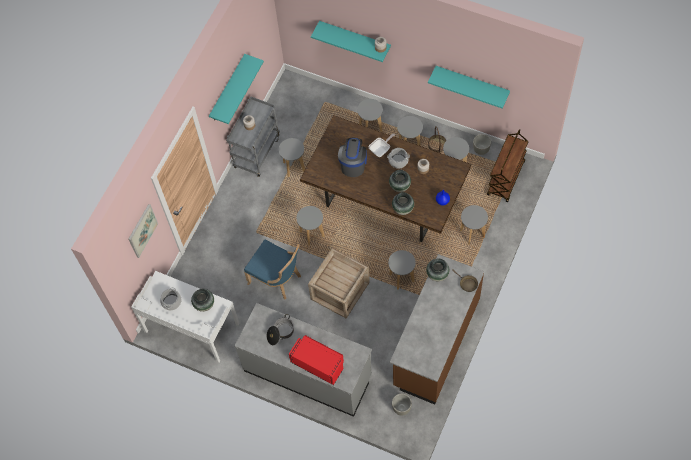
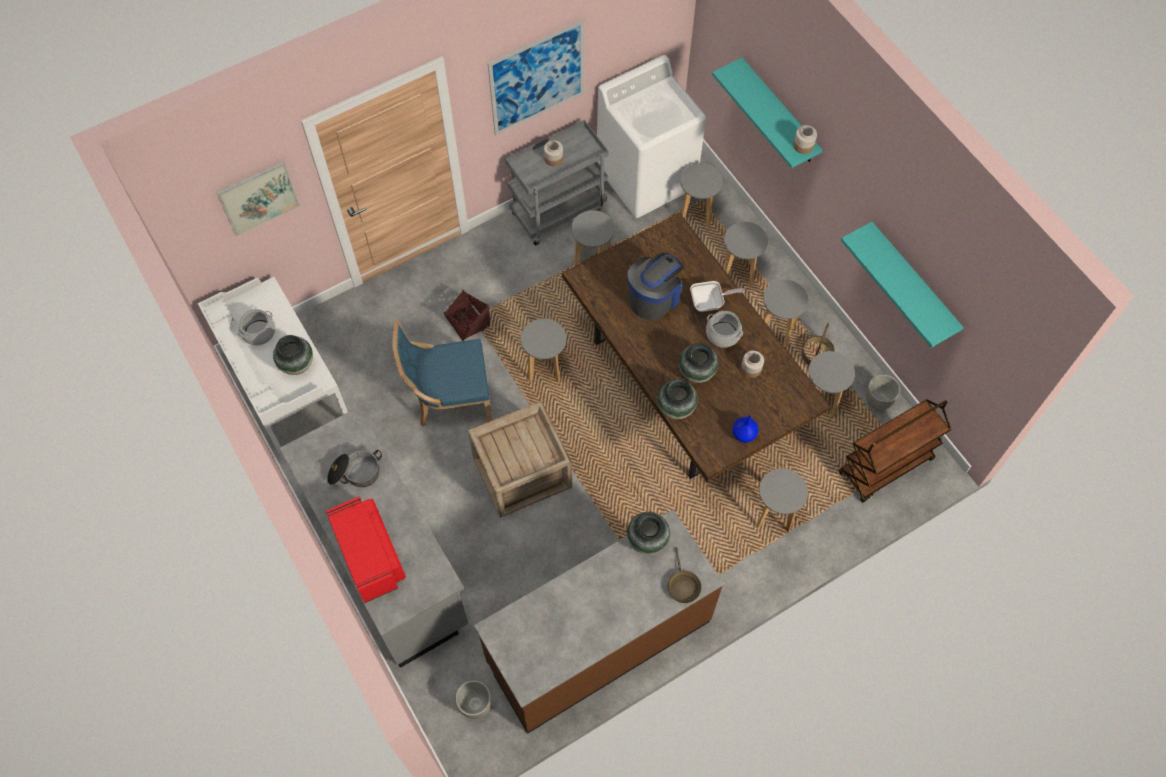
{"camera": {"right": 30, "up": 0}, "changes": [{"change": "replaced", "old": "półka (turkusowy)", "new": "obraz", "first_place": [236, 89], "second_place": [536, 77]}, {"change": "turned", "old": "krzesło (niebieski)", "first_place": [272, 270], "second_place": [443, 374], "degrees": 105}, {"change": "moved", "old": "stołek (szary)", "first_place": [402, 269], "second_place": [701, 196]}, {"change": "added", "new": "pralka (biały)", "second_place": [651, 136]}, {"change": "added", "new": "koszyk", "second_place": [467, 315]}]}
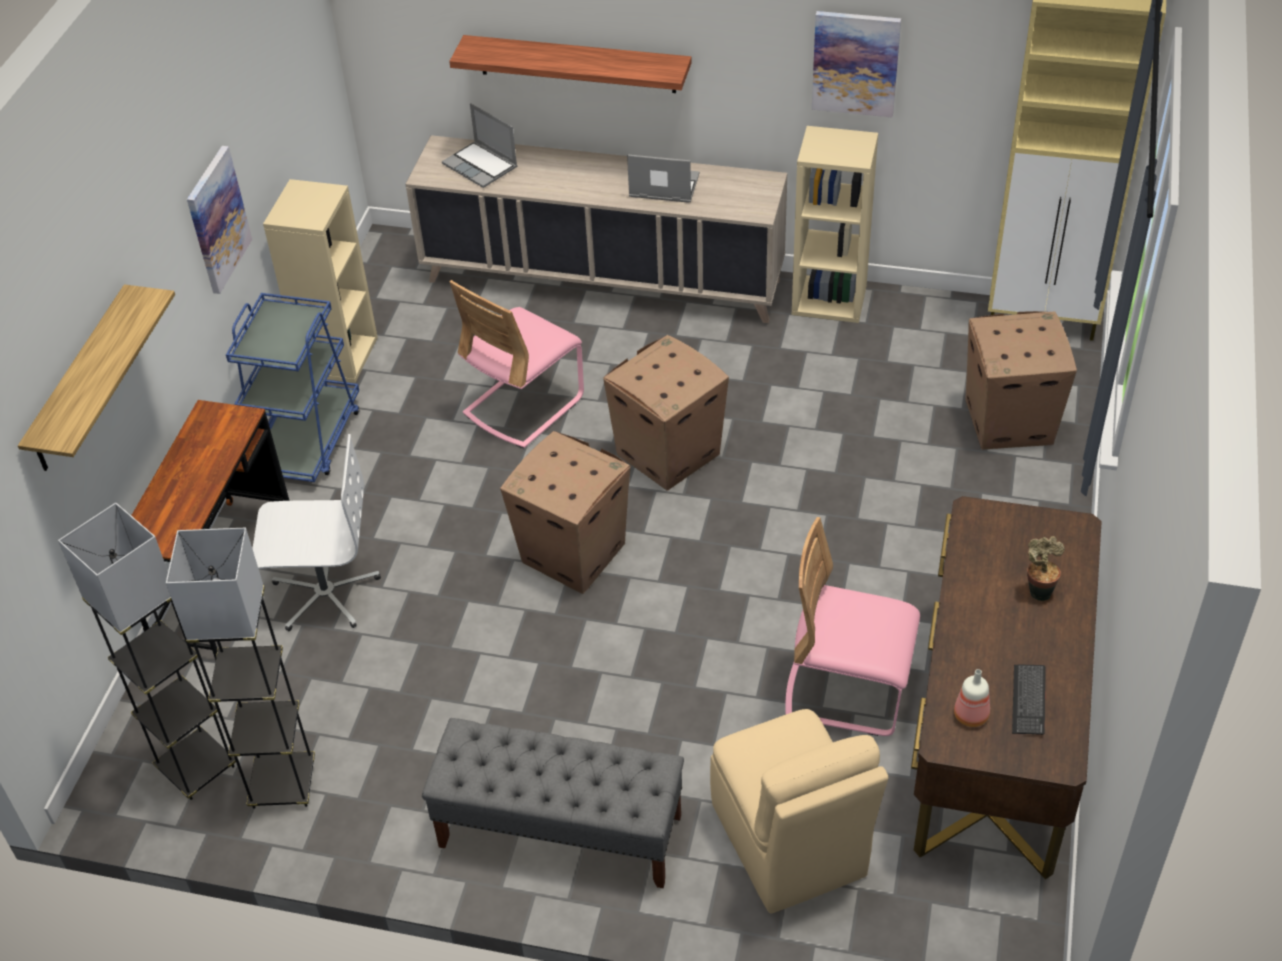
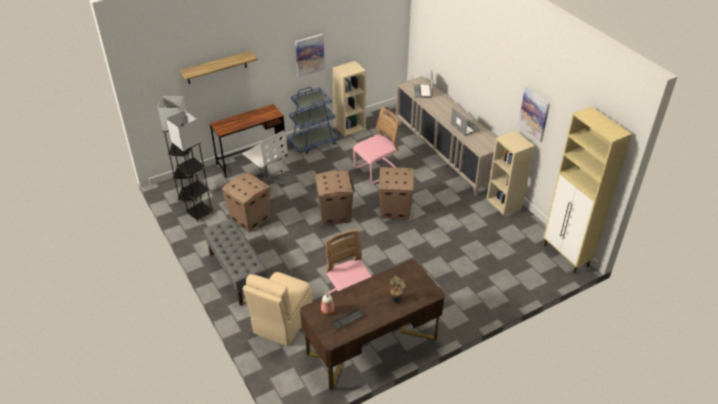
{"camera": {"right": 45, "up": -5}, "changes": [{"change": "removed", "old": "półka", "first_place": [570, 64]}, {"change": "turned", "old": "krzesło (różowy)", "first_place": [516, 364], "second_place": [376, 145], "degrees": 150}, {"change": "moved", "old": "karton", "first_place": [1021, 380], "second_place": [246, 202]}]}
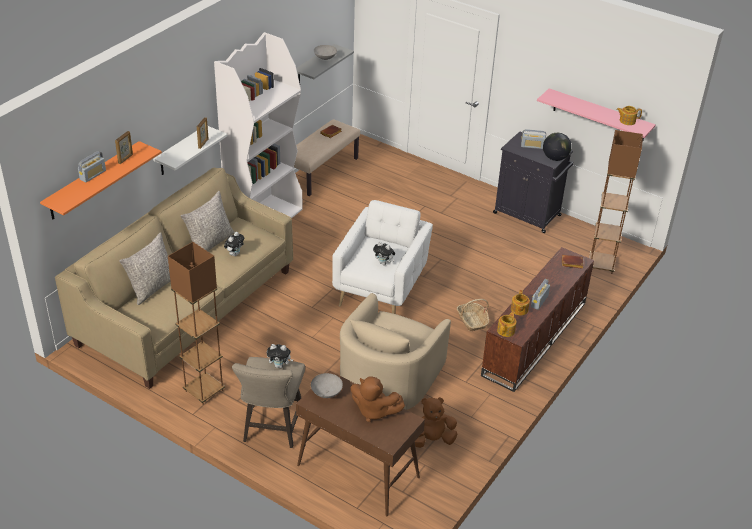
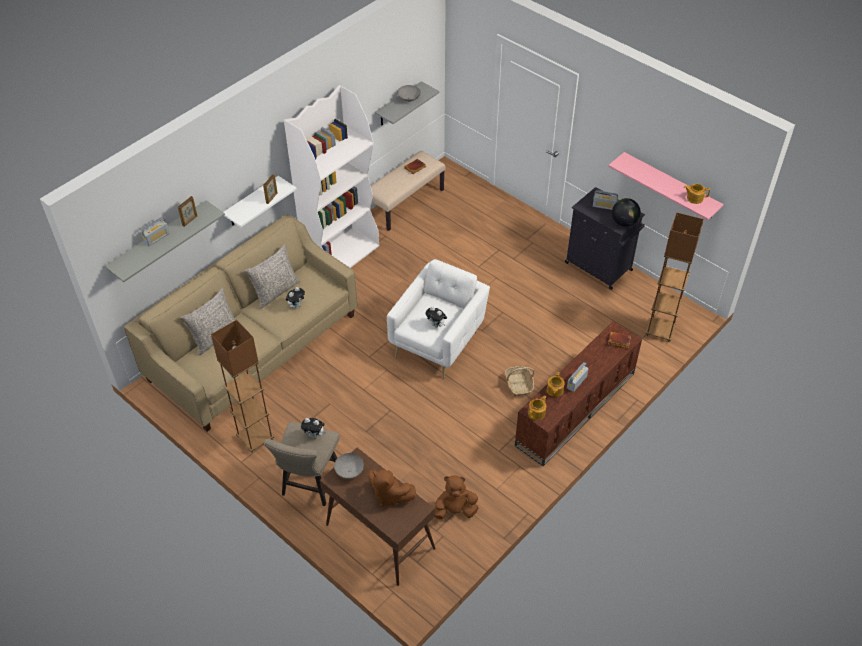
{"camera": {"right": 10, "up": 10}, "changes": [{"change": "recoloured", "old": "półka (pomarańczowy)", "new": "półka (szary)", "first_place": [101, 180], "second_place": [165, 241]}, {"change": "removed", "old": "fotel (beżowy)", "first_place": [395, 351]}]}
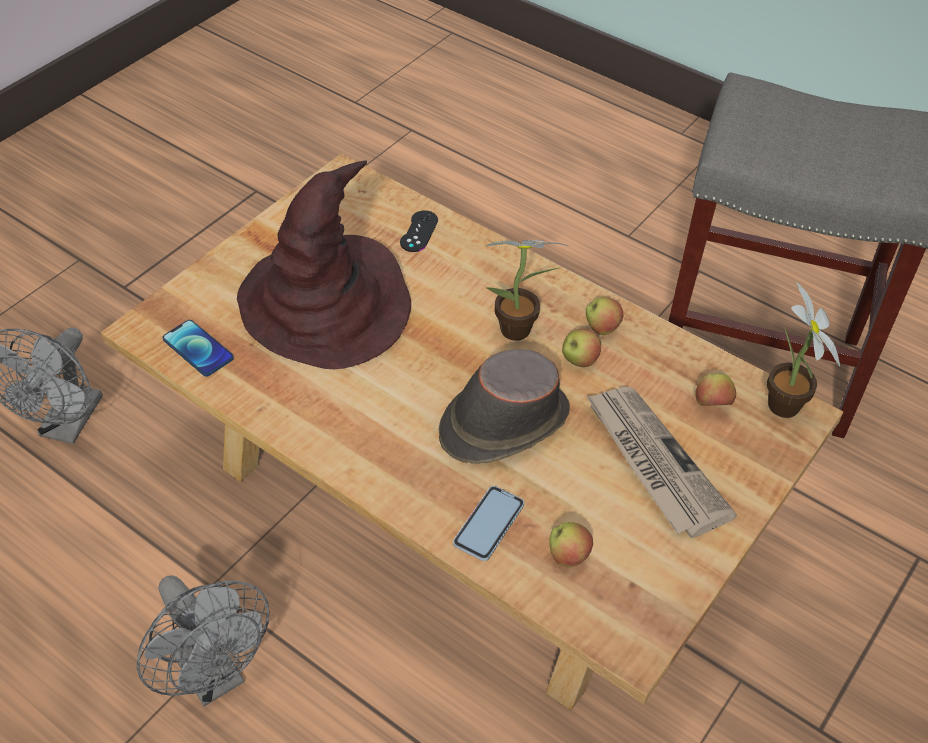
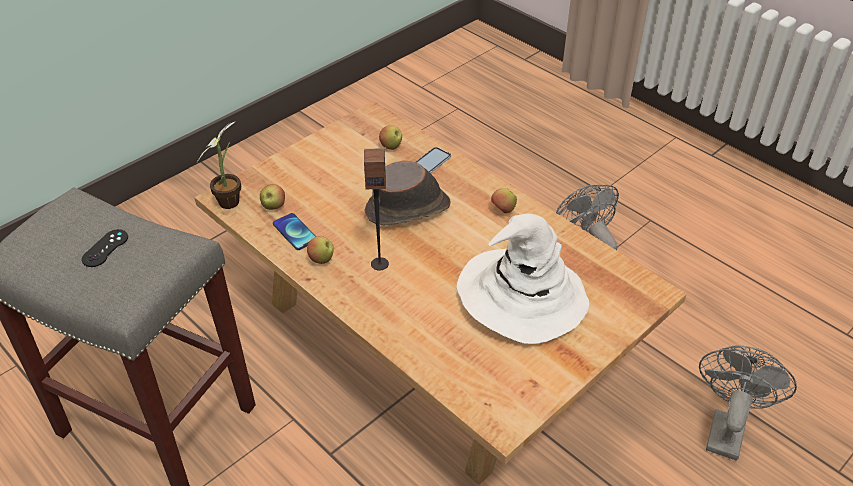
{"camera": {"right": -170, "up": -5}, "changes": [{"change": "recoloured", "old": "kapelusz (brązowy)", "new": "kapelusz (biały)", "first_place": [324, 264], "second_place": [522, 278]}, {"change": "moved", "old": "pad do gier (czarny)", "first_place": [419, 231], "second_place": [105, 248]}, {"change": "replaced", "old": "roślina doniczkowa", "new": "głośnik", "first_place": [528, 290], "second_place": [376, 209]}, {"change": "moved", "old": "telefon", "first_place": [198, 348], "second_place": [295, 231]}, {"change": "moved", "old": "jabłko", "first_place": [581, 348], "second_place": [504, 201]}, {"change": "removed", "old": "gazeta", "first_place": [661, 462]}]}
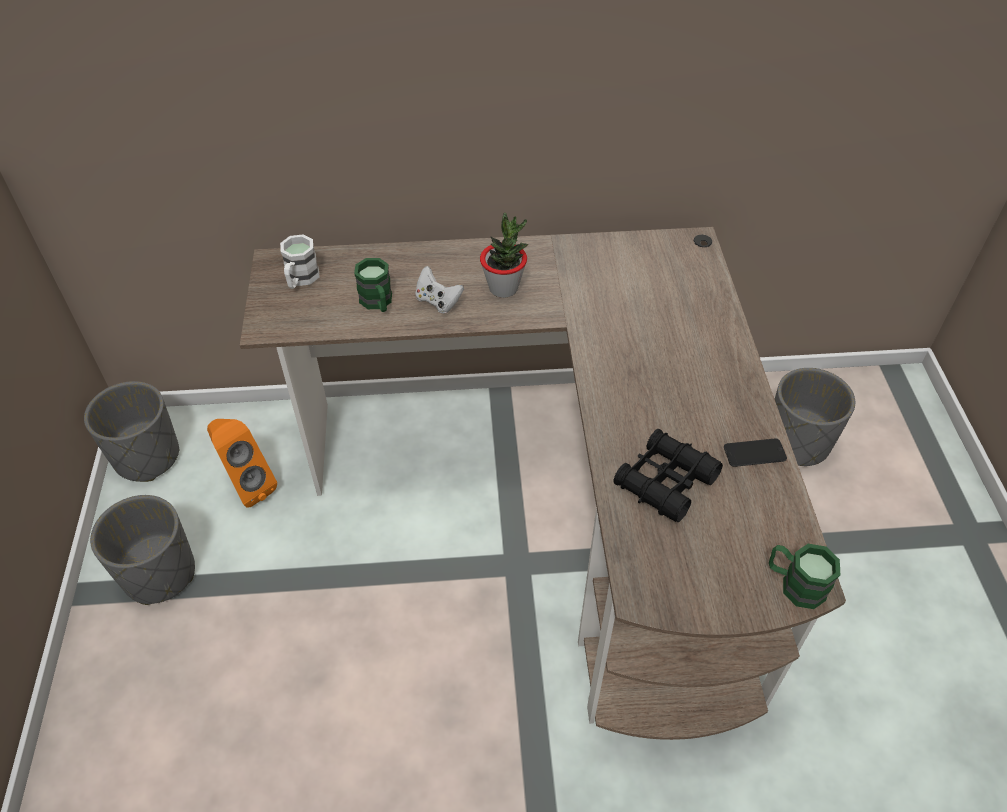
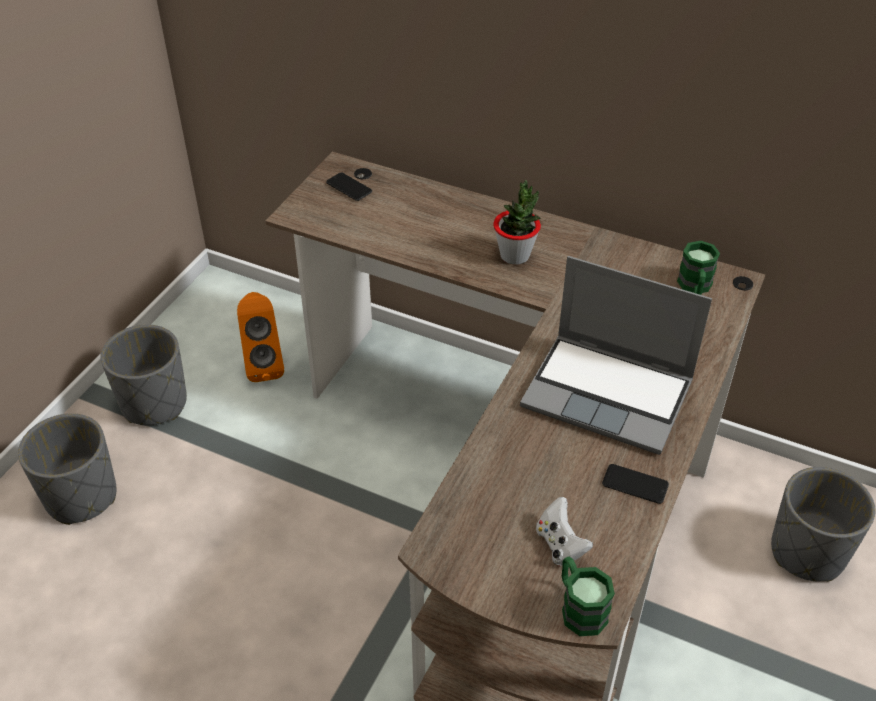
{"camera": {"right": 30, "up": -5}, "changes": [{"change": "replaced", "old": "kubek (biały)", "new": "telefon", "first_place": [299, 262], "second_place": [349, 187]}, {"change": "moved", "old": "kubek (zielony)", "first_place": [373, 285], "second_place": [698, 268]}, {"change": "moved", "old": "pad do gier (biały)", "first_place": [439, 290], "second_place": [564, 531]}, {"change": "moved", "old": "donica (szary)", "first_place": [131, 431], "second_place": [67, 469]}, {"change": "removed", "old": "lornetka (czarny)", "first_place": [668, 475]}, {"change": "added", "new": "laptop", "second_place": [616, 355]}]}
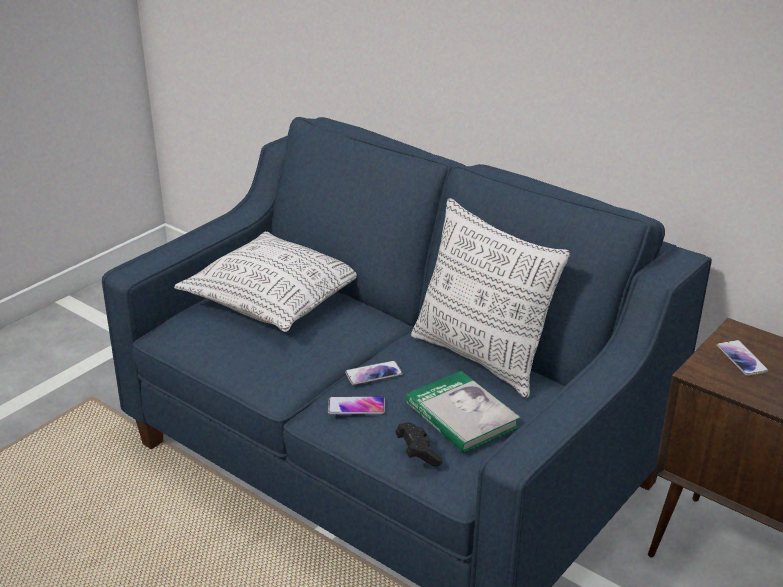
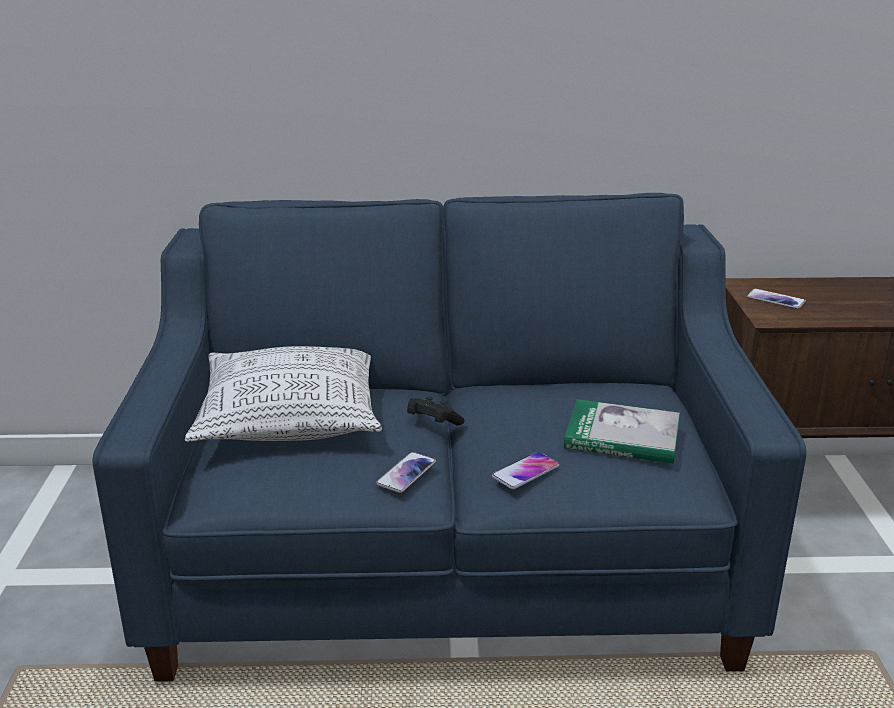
{"camera": {"right": -40, "up": -5}, "changes": [{"change": "removed", "old": "poduszka", "first_place": [490, 298]}, {"change": "moved", "old": "telefon", "first_place": [374, 373], "second_place": [406, 472]}, {"change": "moved", "old": "pad do gier (czarny)", "first_place": [418, 444], "second_place": [436, 411]}]}
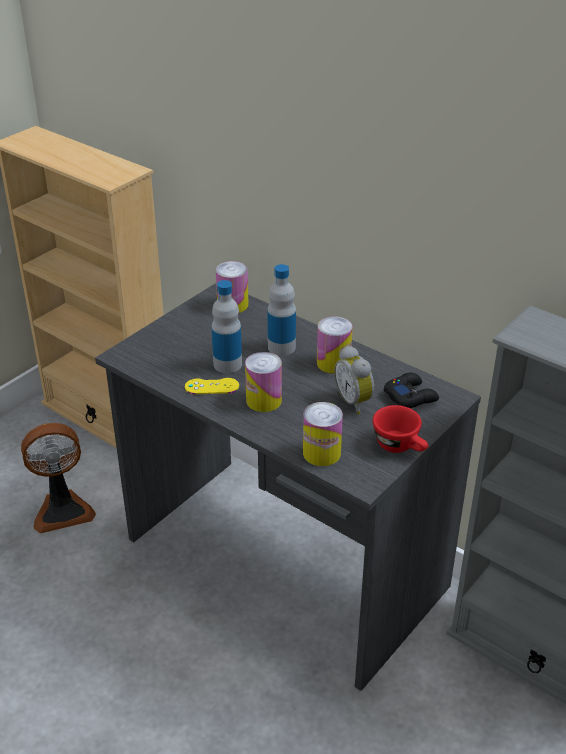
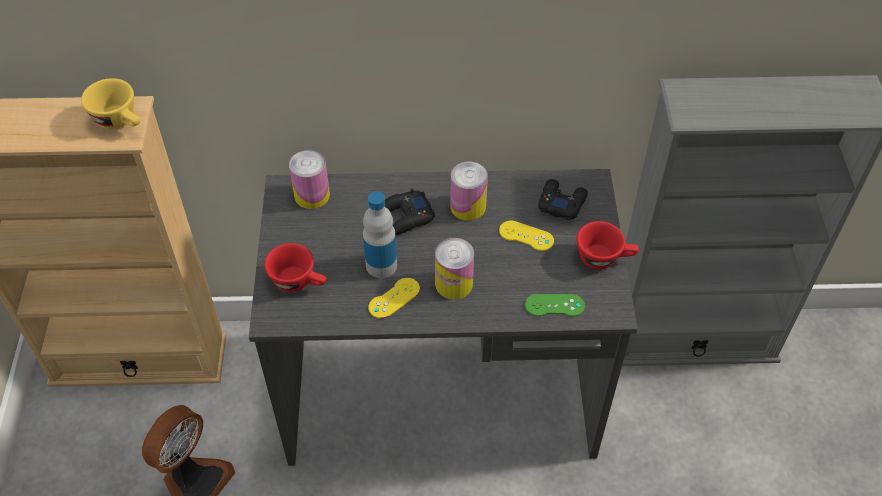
{"camera": {"right": -40, "up": 15}, "changes": [{"change": "replaced", "old": "butelka", "new": "pad do gier (czarny)", "first_place": [281, 310], "second_place": [409, 212]}, {"change": "replaced", "old": "budzik", "new": "pad do gier (żółty)", "first_place": [354, 380], "second_place": [526, 236]}, {"change": "replaced", "old": "puszka", "new": "pad do gier (zielony)", "first_place": [323, 434], "second_place": [555, 305]}, {"change": "added", "new": "filiżanka (żółty)", "second_place": [110, 104]}, {"change": "added", "new": "filiżanka (czerwony)", "second_place": [295, 267]}]}
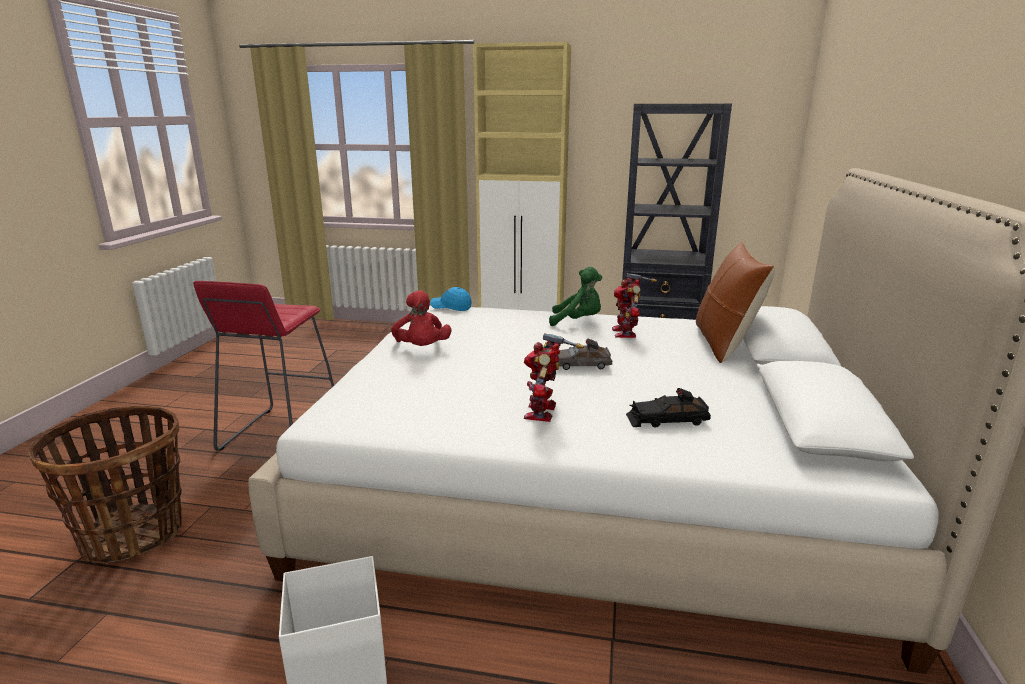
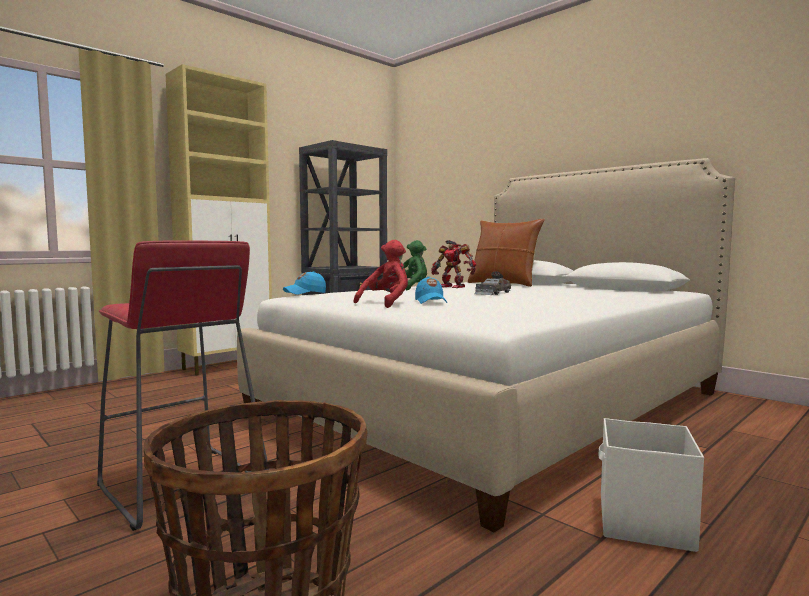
{"camera": {"right": -55, "up": -15}, "changes": [{"change": "turned", "old": "pluszak (czerwony)", "first_place": [421, 318], "second_place": [381, 274], "degrees": -75}, {"change": "removed", "old": "robot zabawkowy", "first_place": [554, 377]}, {"change": "removed", "old": "samochodzik (czarny)", "first_place": [668, 407]}, {"change": "added", "new": "czapka z daszkiem (niebieski)", "second_place": [431, 290]}]}
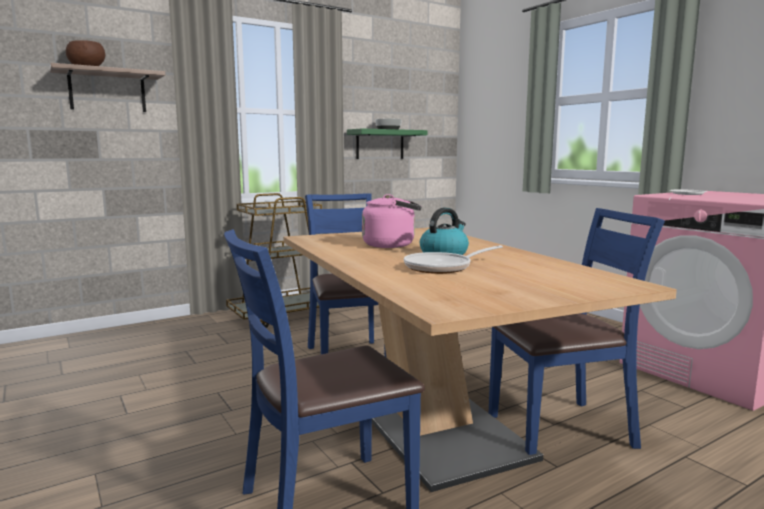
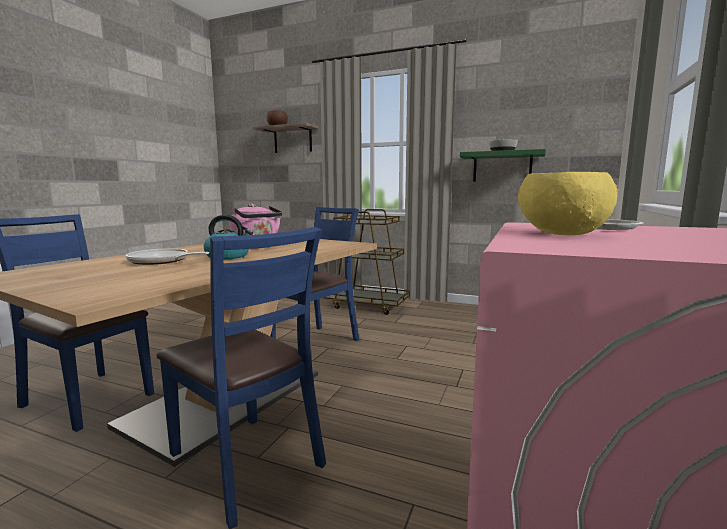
{"camera": {"right": 55, "up": 0}, "changes": [{"change": "added", "new": "miska (żółty)", "second_place": [568, 203]}]}
